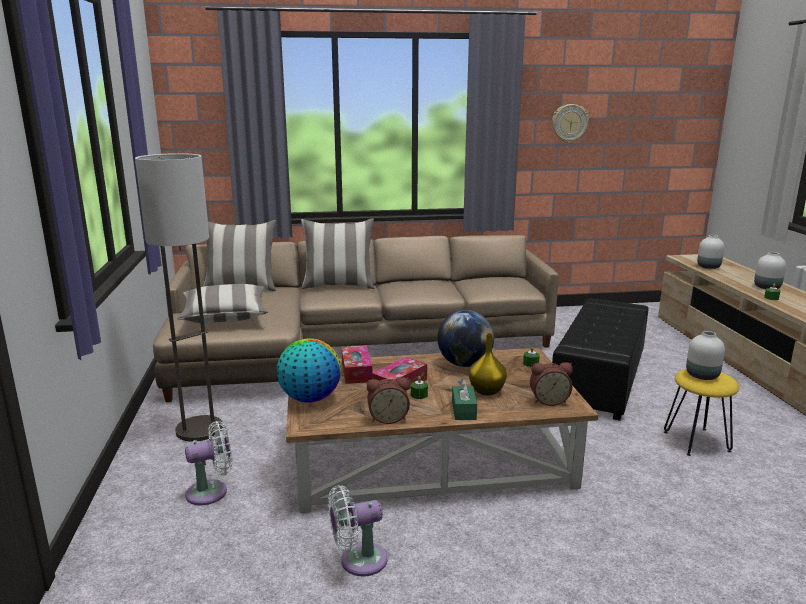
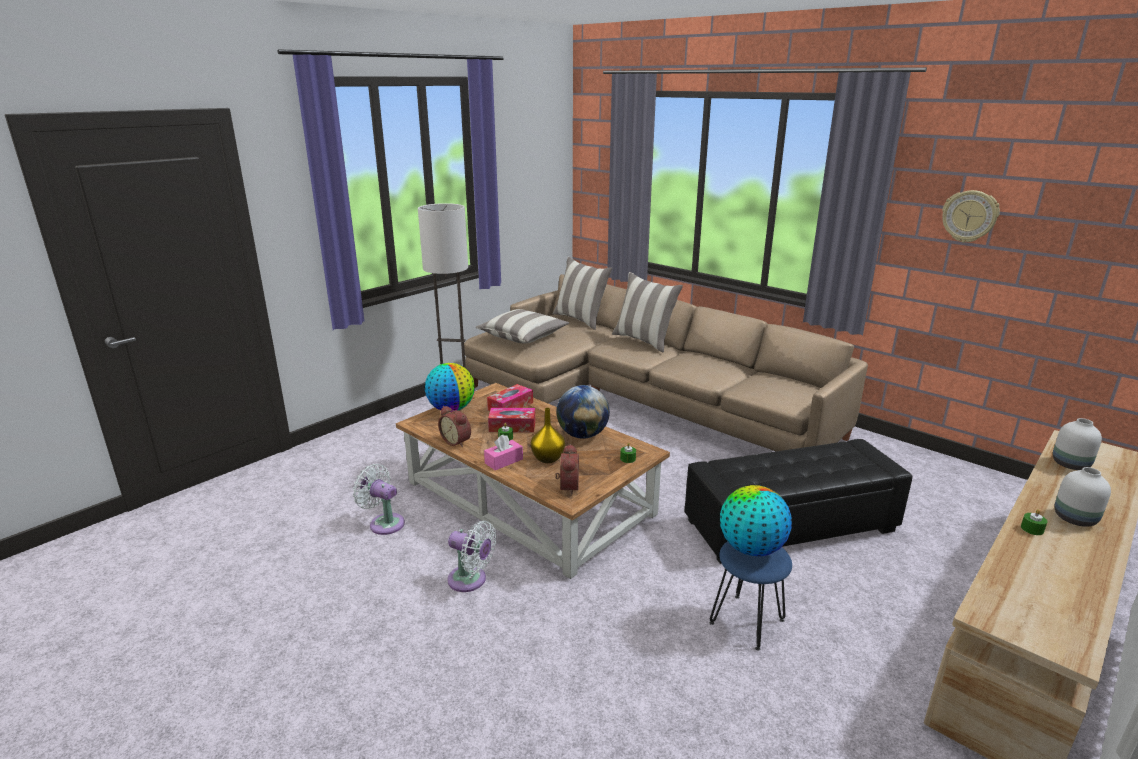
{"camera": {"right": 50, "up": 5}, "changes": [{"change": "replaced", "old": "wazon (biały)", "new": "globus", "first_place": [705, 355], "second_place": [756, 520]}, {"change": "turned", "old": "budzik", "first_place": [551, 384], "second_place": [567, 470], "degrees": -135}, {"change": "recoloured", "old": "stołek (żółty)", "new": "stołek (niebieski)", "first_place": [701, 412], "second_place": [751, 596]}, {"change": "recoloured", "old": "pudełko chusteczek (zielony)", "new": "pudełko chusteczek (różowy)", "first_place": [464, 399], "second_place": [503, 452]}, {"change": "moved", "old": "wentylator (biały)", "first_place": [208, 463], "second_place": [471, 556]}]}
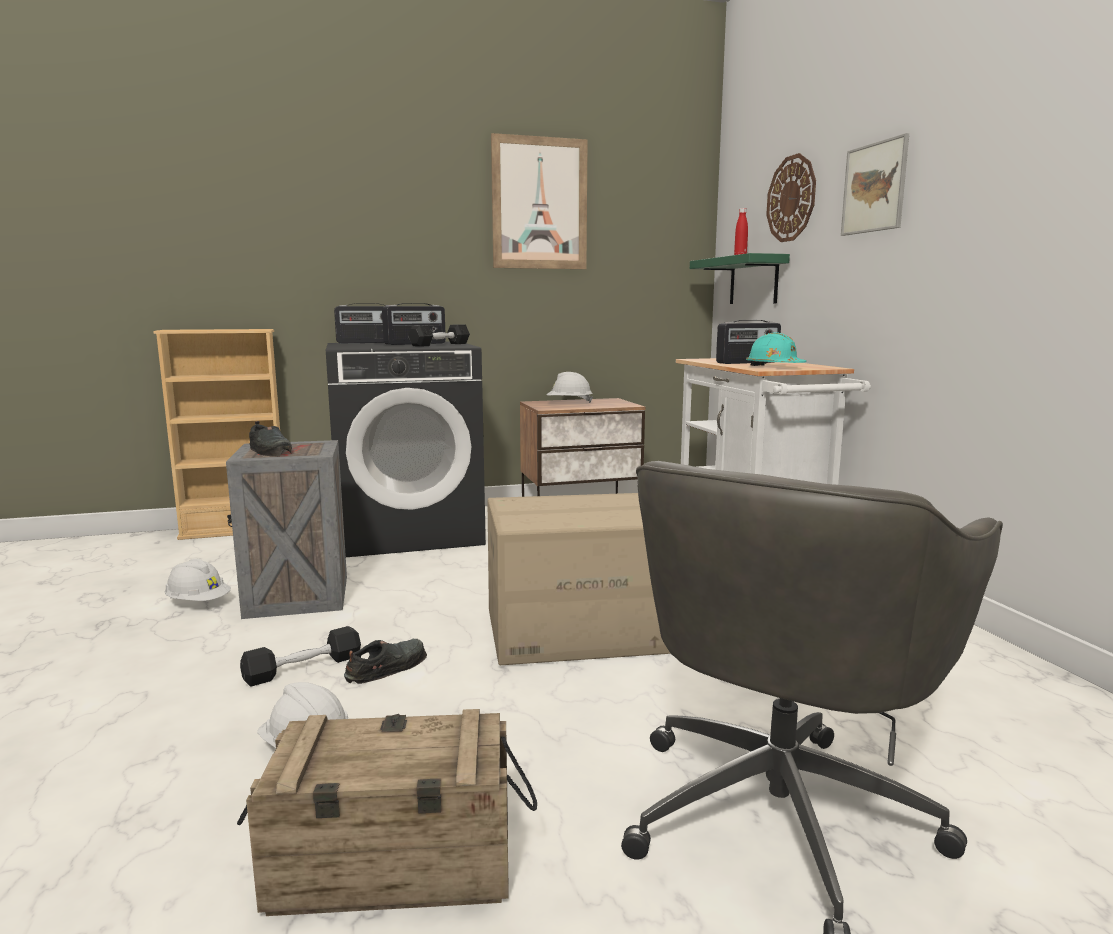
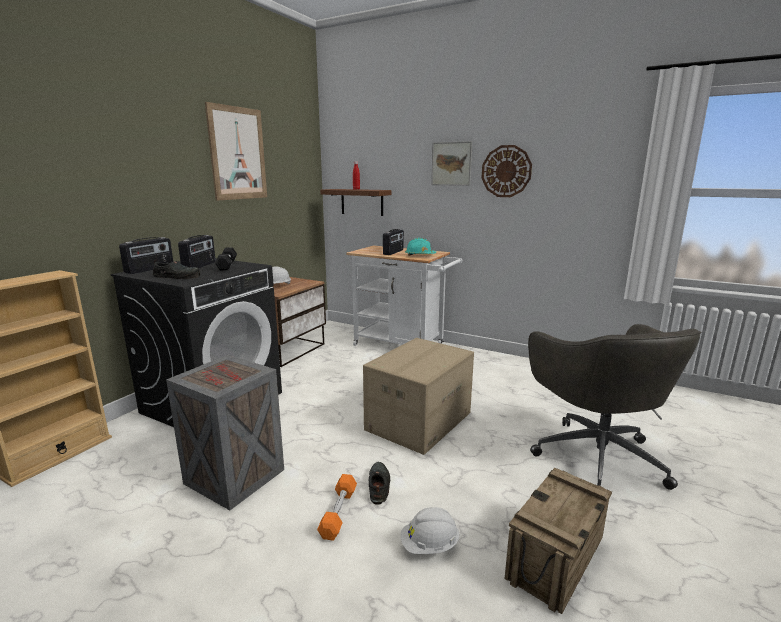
{"camera": {"right": -45, "up": 5}, "changes": [{"change": "moved", "old": "zegar ścienny", "first_place": [791, 197], "second_place": [507, 171]}, {"change": "recoloured", "old": "półka (zielony)", "new": "półka (brązowy)", "first_place": [740, 278], "second_place": [355, 202]}, {"change": "moved", "old": "but (czarny)", "first_place": [270, 439], "second_place": [176, 269]}, {"change": "removed", "old": "kask (biały)", "first_place": [198, 580]}, {"change": "recoloured", "old": "hantel (czarny)", "new": "hantel (pomarańczowy)", "first_place": [300, 656], "second_place": [337, 507]}]}
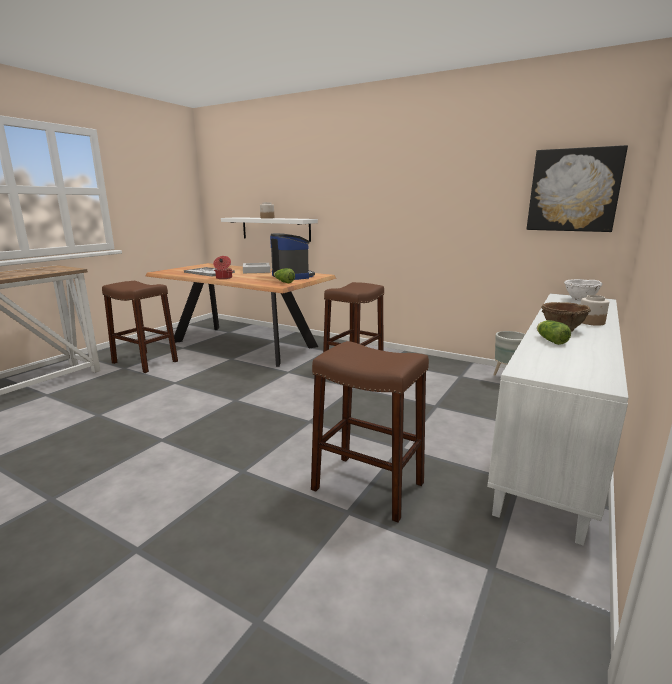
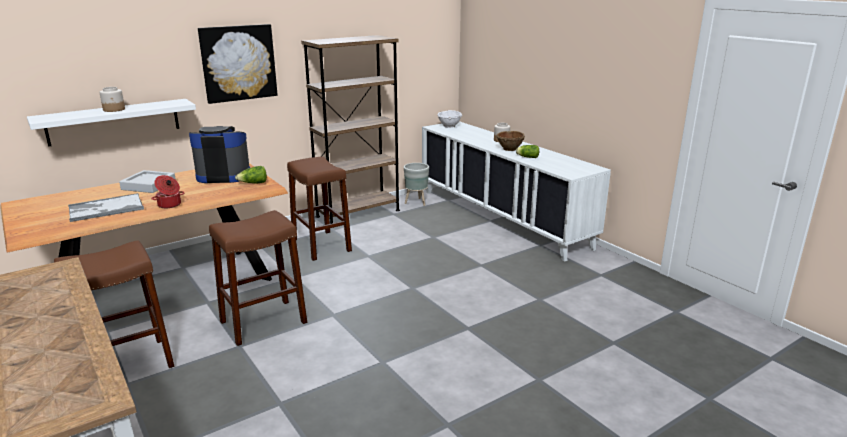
{"camera": {"right": -65, "up": 5}, "changes": [{"change": "moved", "old": "obraz", "first_place": [577, 188], "second_place": [238, 64]}, {"change": "moved", "old": "stołek (brązowy)", "first_place": [370, 432], "second_place": [258, 278]}, {"change": "added", "new": "regał (brązowy)", "second_place": [350, 131]}]}
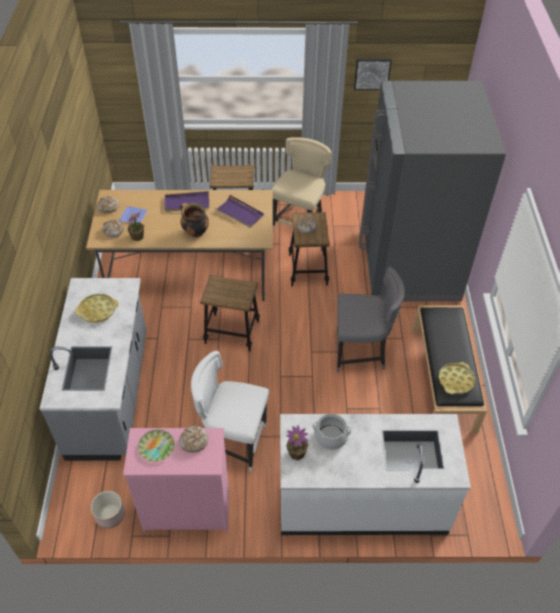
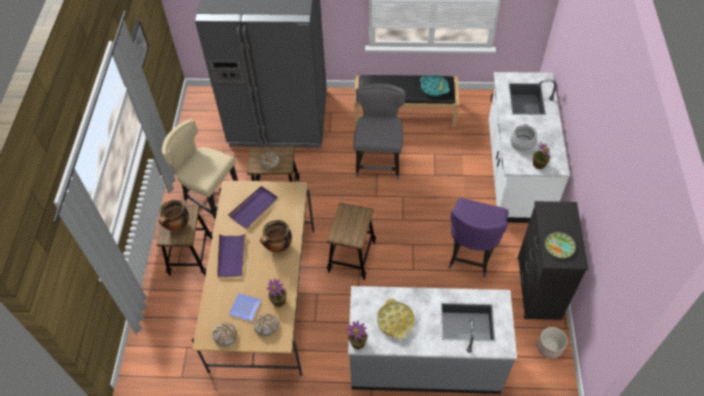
{"camera": {"right": -85, "up": 5}, "changes": [{"change": "recoloured", "old": "krzesło (biały)", "new": "krzesło (fioletowy)", "first_place": [230, 411], "second_place": [478, 238]}, {"change": "recoloured", "old": "taca (żółty)", "new": "taca (turkusowy)", "first_place": [456, 378], "second_place": [435, 85]}, {"change": "removed", "old": "chleb", "first_place": [193, 439]}, {"change": "recoloured", "old": "komoda (różowy)", "new": "komoda (czarny)", "first_place": [176, 480], "second_place": [552, 260]}, {"change": "added", "new": "garnek", "second_place": [173, 215]}, {"change": "added", "new": "roślina doniczkowa", "second_place": [357, 335]}]}
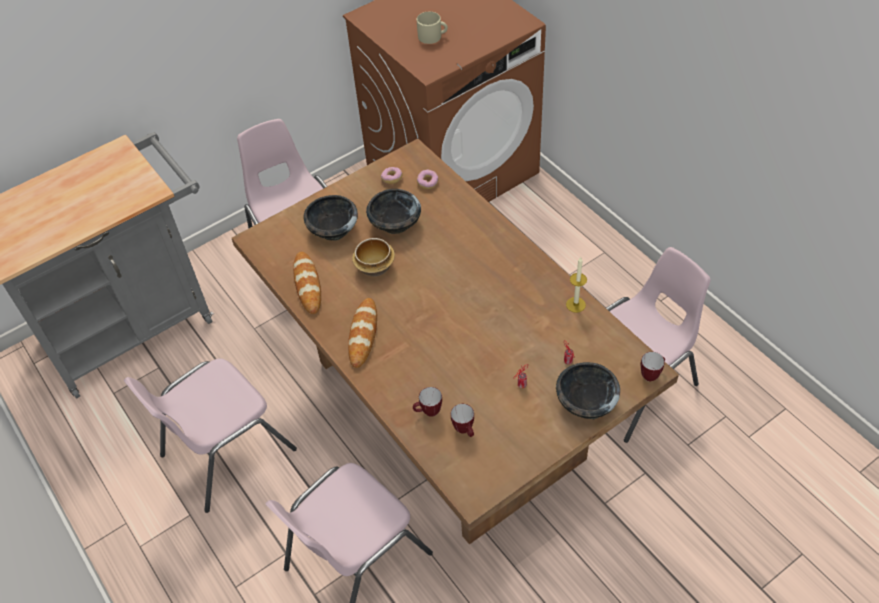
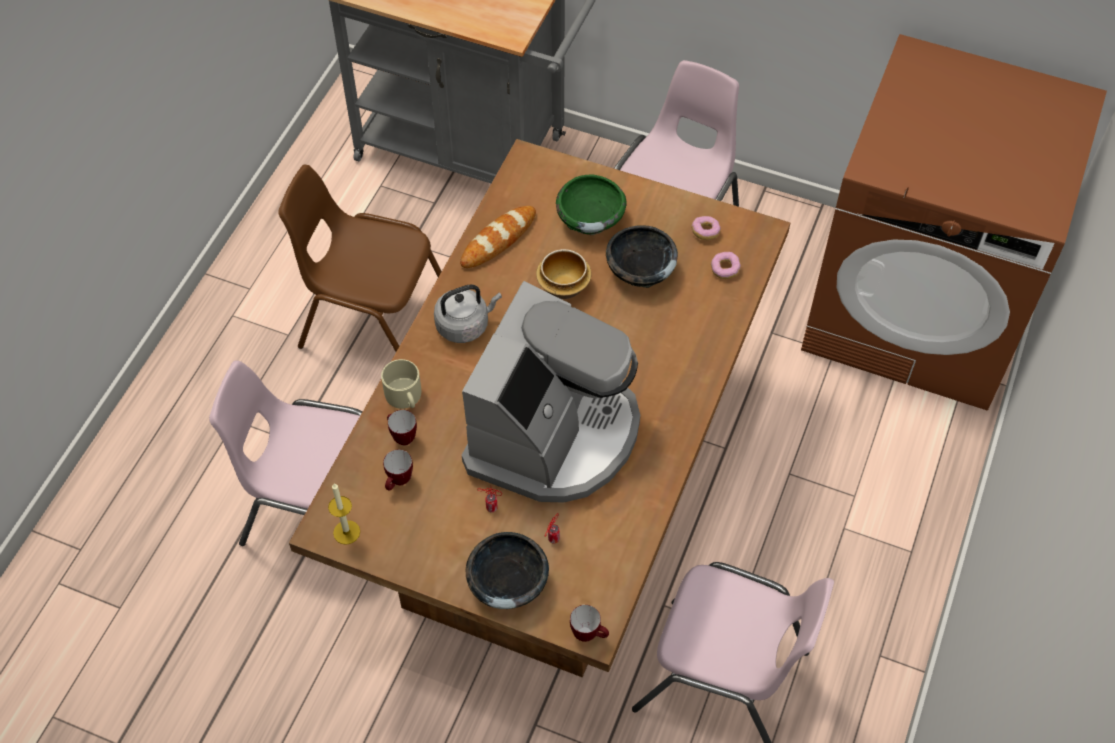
{"camera": {"right": 55, "up": 5}, "changes": [{"change": "moved", "old": "kubek (beżowy)", "first_place": [432, 27], "second_place": [401, 384]}, {"change": "recoloured", "old": "miska (czarny)", "new": "miska (zielony)", "first_place": [330, 218], "second_place": [591, 204]}, {"change": "moved", "old": "świeca", "first_place": [576, 285], "second_place": [344, 514]}, {"change": "replaced", "old": "chleb", "new": "czajnik (szary)", "first_place": [362, 333], "second_place": [468, 313]}, {"change": "recoloured", "old": "krzesło (różowy)", "new": "krzesło (brązowy)", "first_place": [210, 435], "second_place": [360, 258]}, {"change": "added", "new": "ekspres do kawy", "second_place": [551, 392]}]}
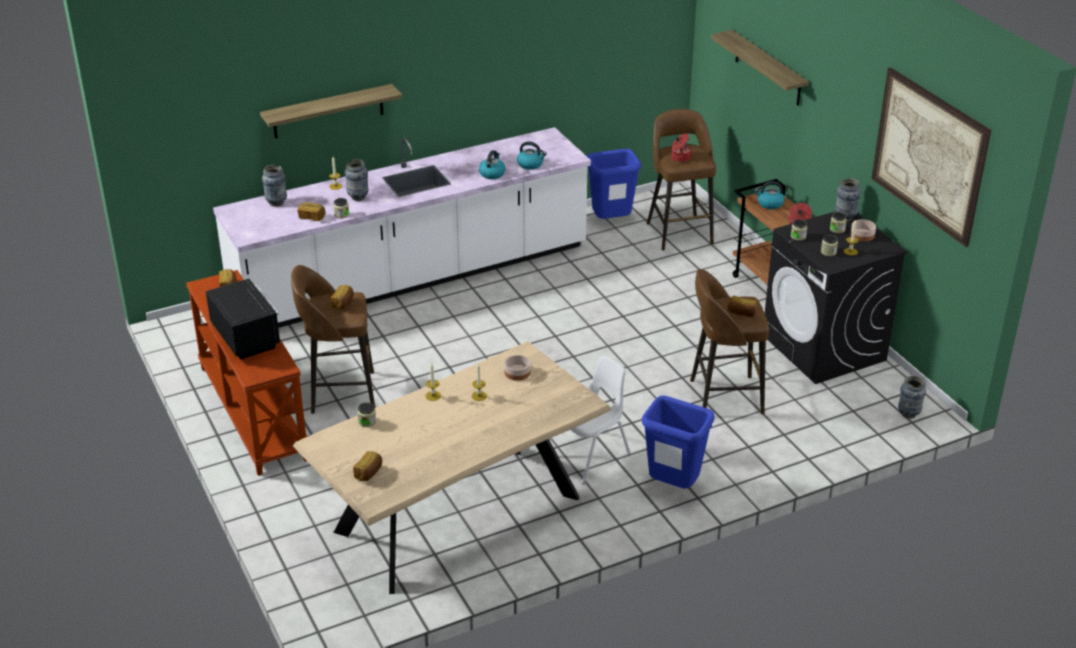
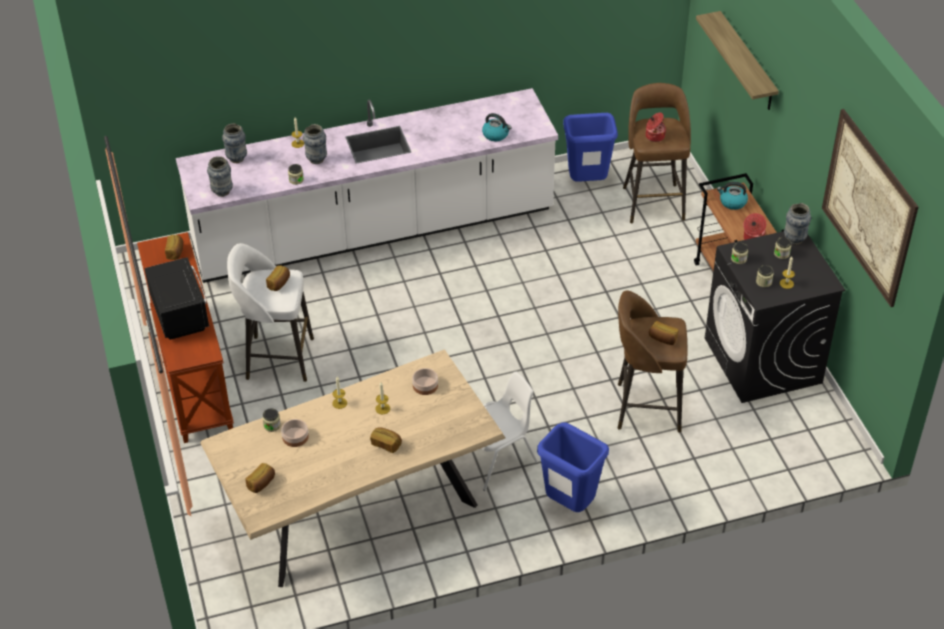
{"camera": {"right": 10, "up": 10}, "changes": [{"change": "removed", "old": "półka", "first_place": [331, 111]}, {"change": "removed", "old": "czajnik", "first_place": [492, 164]}, {"change": "moved", "old": "chleb", "first_place": [311, 211], "second_place": [386, 440]}, {"change": "moved", "old": "miska", "first_place": [863, 230], "second_place": [295, 433]}, {"change": "recoloured", "old": "stołek (brązowy)", "new": "stołek (biały)", "first_place": [333, 339], "second_place": [270, 312]}, {"change": "moved", "old": "wazon", "first_place": [912, 397], "second_place": [220, 176]}]}
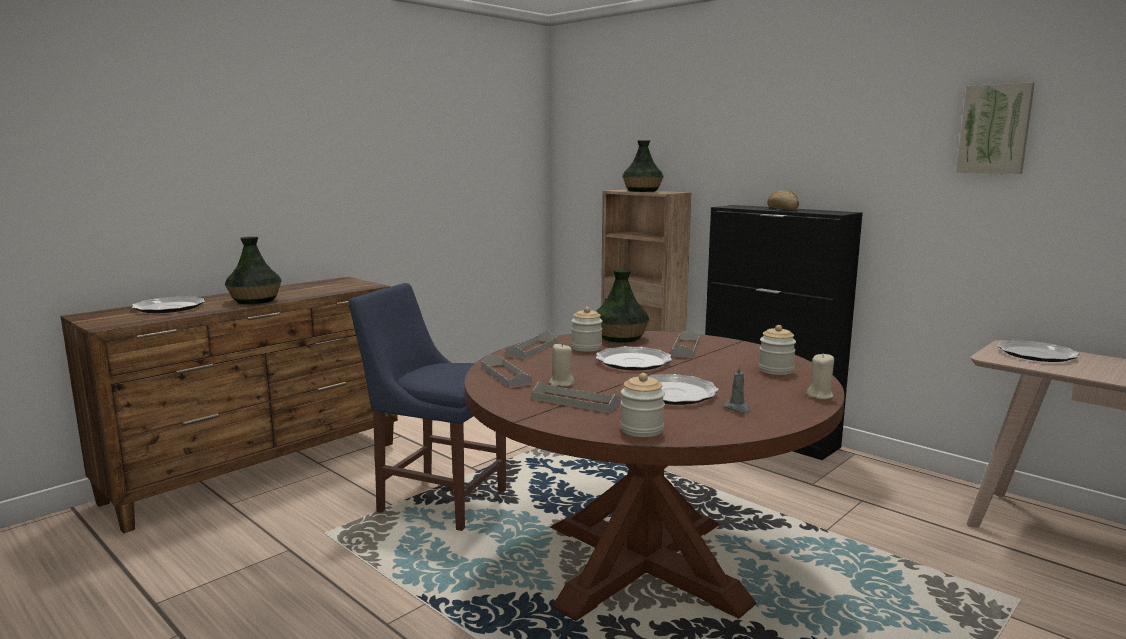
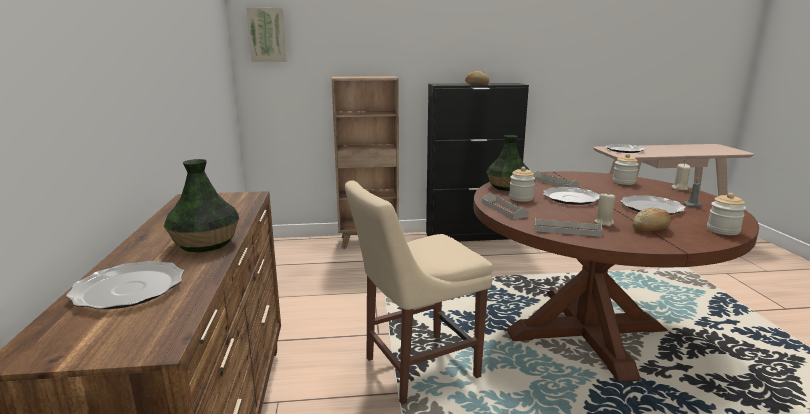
{"camera": {"right": -50, "up": 5}, "changes": [{"change": "moved", "old": "obraz", "first_place": [995, 128], "second_place": [266, 35]}, {"change": "removed", "old": "wazon", "first_place": [643, 166]}, {"change": "recoloured", "old": "krzesło (niebieski)", "new": "krzesło (beżowy)", "first_place": [427, 407], "second_place": [419, 292]}, {"change": "replaced", "old": "taca (szary)", "new": "chleb", "first_place": [576, 397], "second_place": [652, 220]}]}
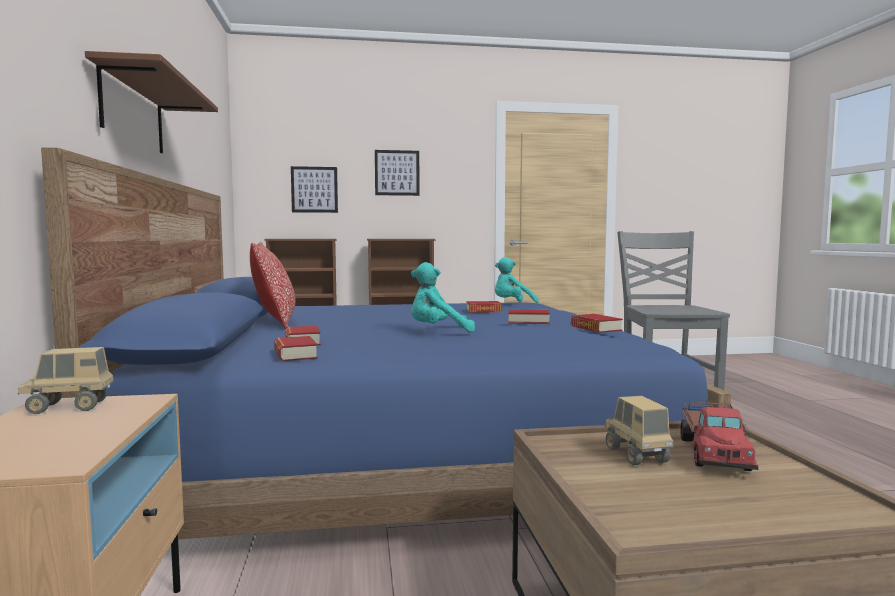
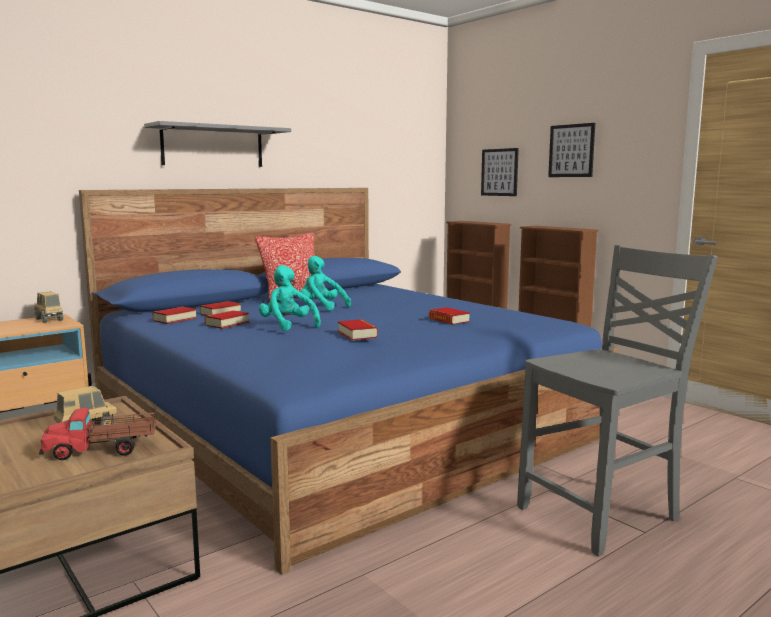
{"camera": {"right": 60, "up": 5}, "changes": [{"change": "recoloured", "old": "półka (brązowy)", "new": "półka (szary)", "first_place": [151, 102], "second_place": [217, 144]}, {"change": "moved", "old": "pluszak (turkusowy)", "first_place": [517, 280], "second_place": [325, 283]}, {"change": "moved", "old": "książka", "first_place": [597, 323], "second_place": [227, 319]}]}
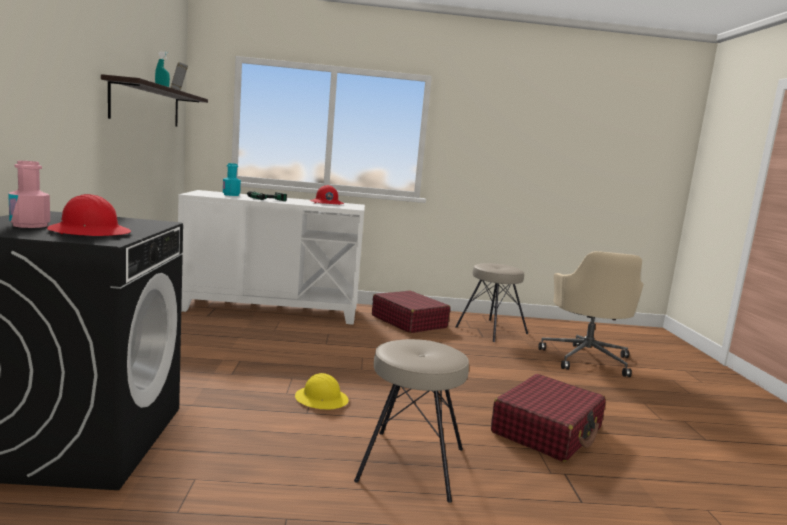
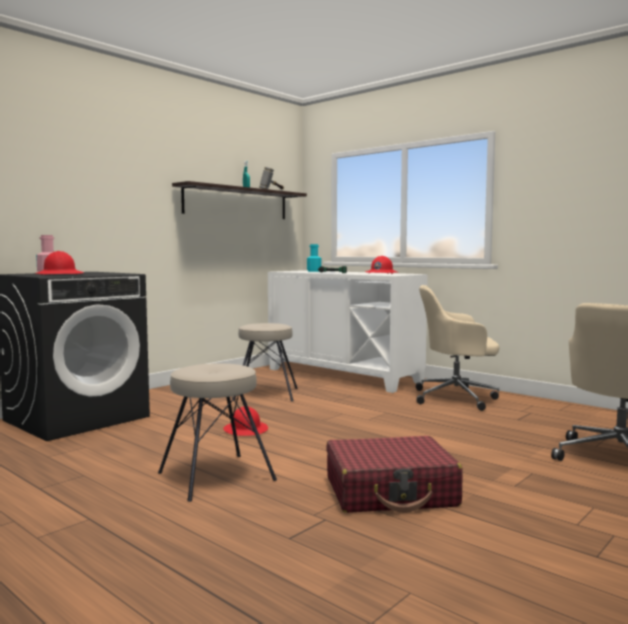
{"camera": {"right": 45, "up": -5}, "changes": [{"change": "moved", "old": "stołek (beżowy)", "first_place": [491, 302], "second_place": [265, 362]}, {"change": "replaced", "old": "walizka (czerwony)", "new": "krzesło biurowe (beżowy)", "first_place": [411, 312], "second_place": [457, 348]}, {"change": "recoloured", "old": "kask (żółty)", "new": "kask (czerwony)", "first_place": [322, 391], "second_place": [245, 421]}]}
